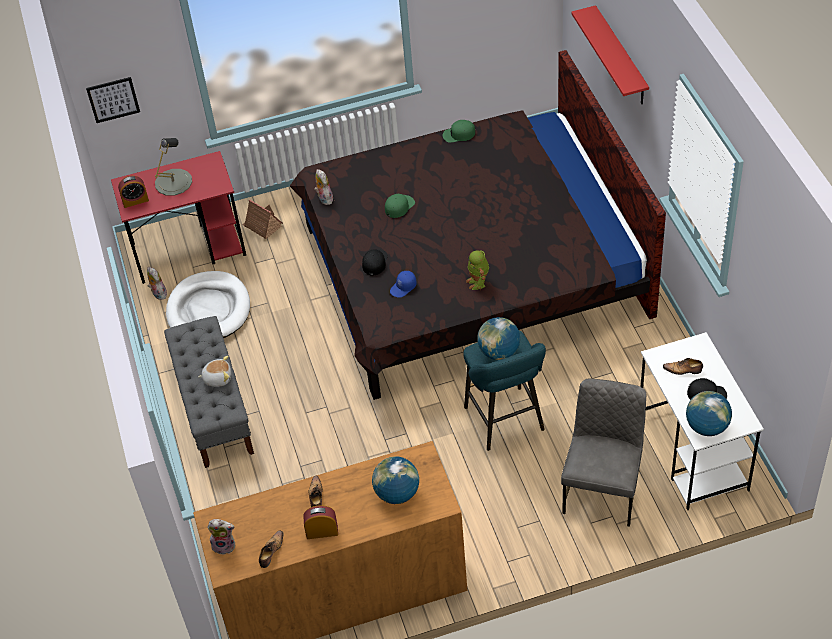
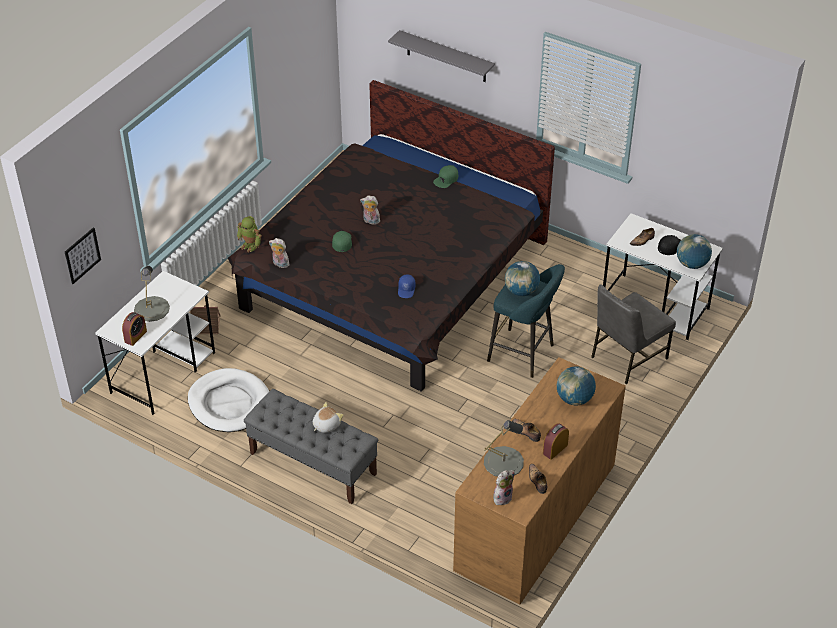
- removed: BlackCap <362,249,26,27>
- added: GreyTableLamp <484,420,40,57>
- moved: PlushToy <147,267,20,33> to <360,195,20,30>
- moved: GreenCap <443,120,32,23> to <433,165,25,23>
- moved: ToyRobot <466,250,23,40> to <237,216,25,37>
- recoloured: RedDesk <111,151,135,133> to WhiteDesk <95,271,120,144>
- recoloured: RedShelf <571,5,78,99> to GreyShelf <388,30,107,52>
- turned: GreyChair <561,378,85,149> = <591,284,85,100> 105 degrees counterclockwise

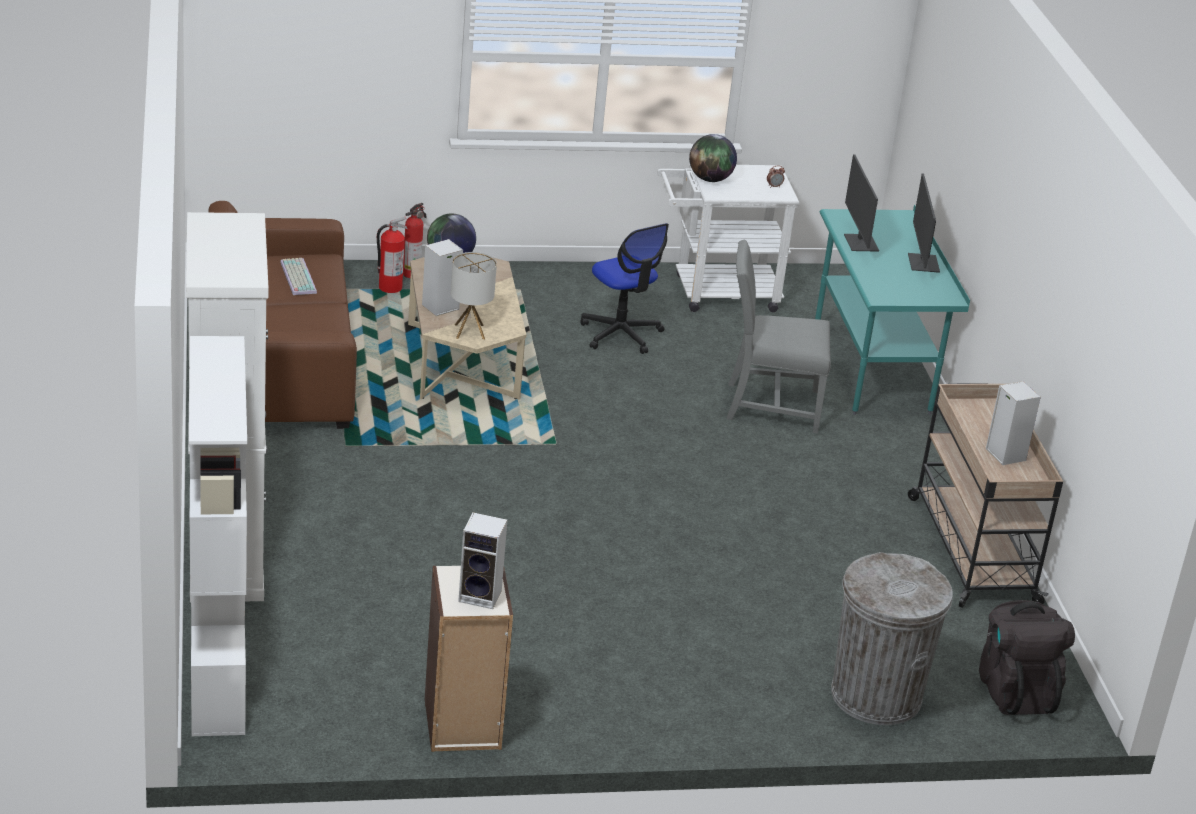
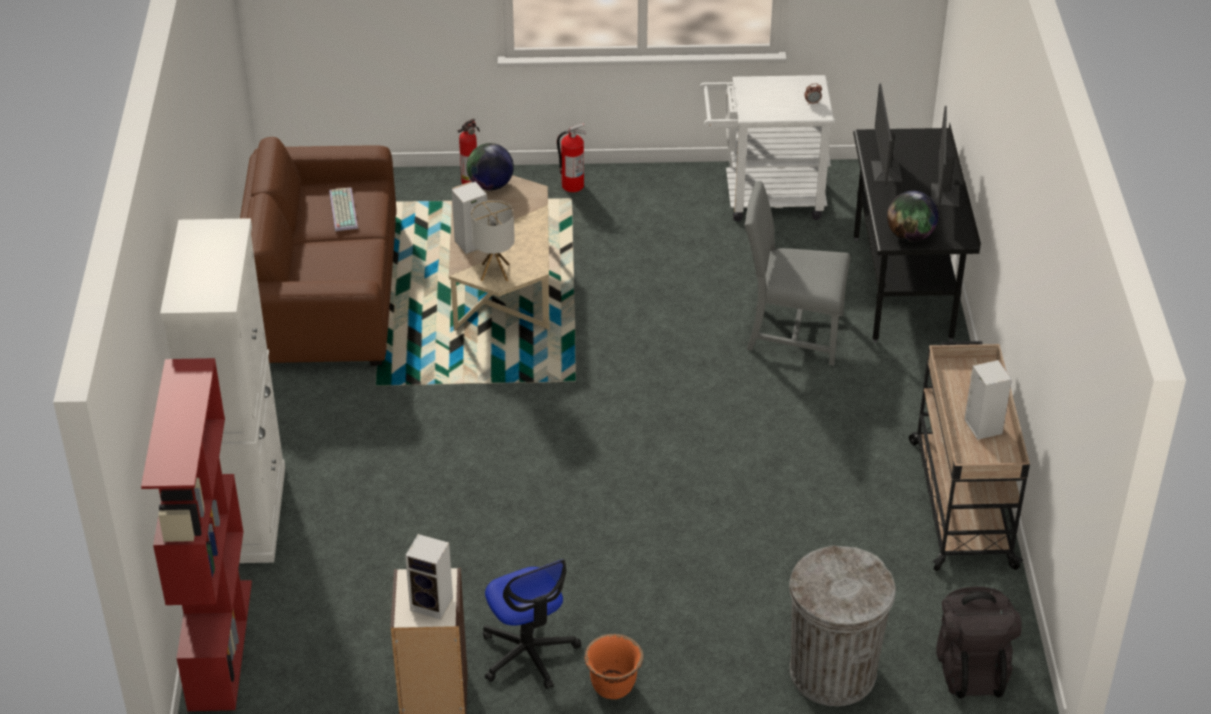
- added: OrangePlanter <585,634,58,65>
- moved: FireExtinguisher <377,217,31,76> to <557,123,29,69>
- moved: OfficeChair <580,223,89,131> to <483,559,98,130>
- moved: Globe <689,134,48,48> to <887,191,51,51>
- recoloured: WhiteBookcase <189,336,58,400> to RedBookcase <141,358,111,353>
- recoloured: TurquoiseDesk <815,204,155,211> to BlackDesk <853,123,128,220>

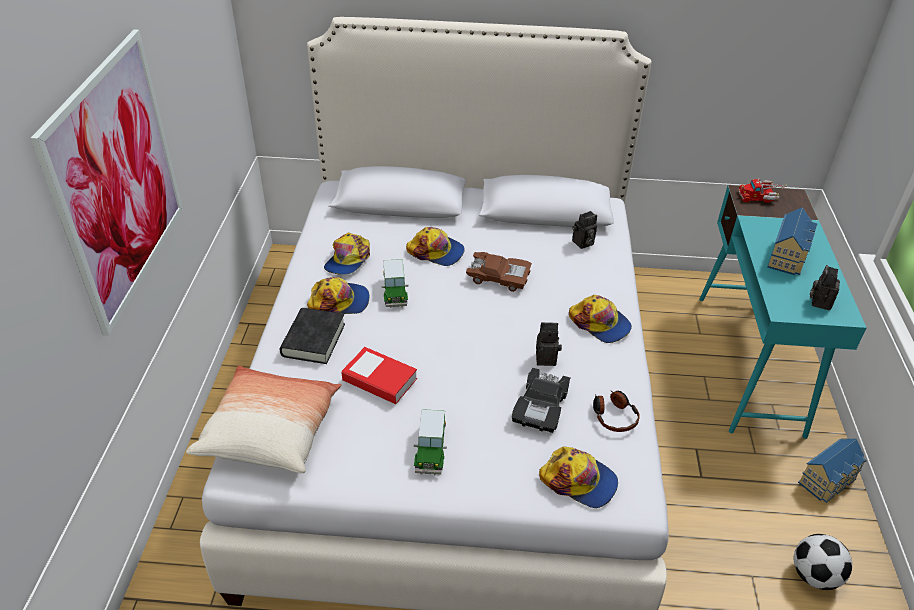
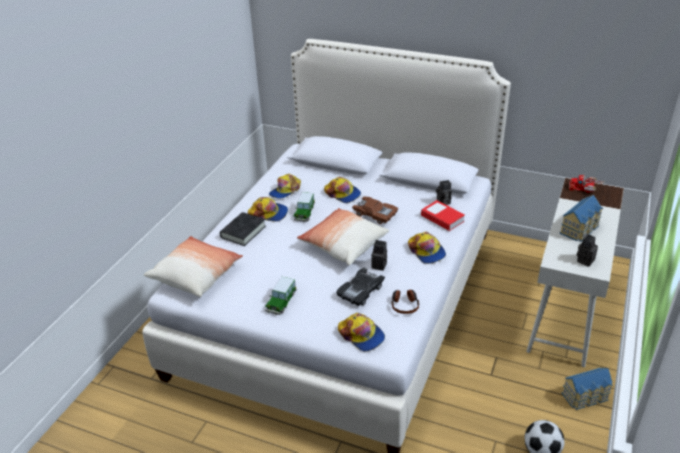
- removed: Picture <31,30,152,306>
- added: Pillow <297,208,92,57>
- moved: Book <341,347,76,57> to <421,200,44,31>
- recoloured: TurquoiseDesk <699,185,168,254> to WhiteDesk <526,178,98,189>

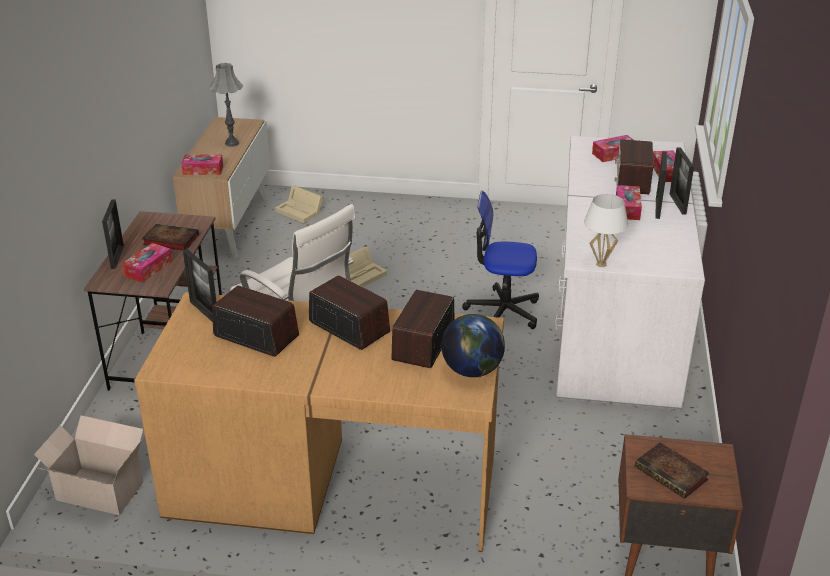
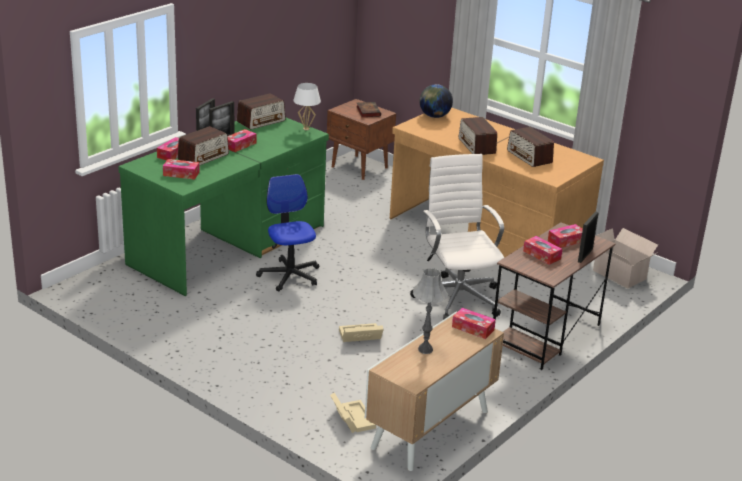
- removed: PictureFrame <183,249,33,73>
- moved: Radio <391,290,63,78> to <237,93,49,37>
- replaced: Book <142,224,57,27> to TissueBox <523,236,39,29>
- recoloured: WhiteDesk <555,136,150,273> to GreenDesk <118,117,211,179>
- turned: OfficeChair <462,191,77,138> = <256,174,63,117> 150 degrees counterclockwise

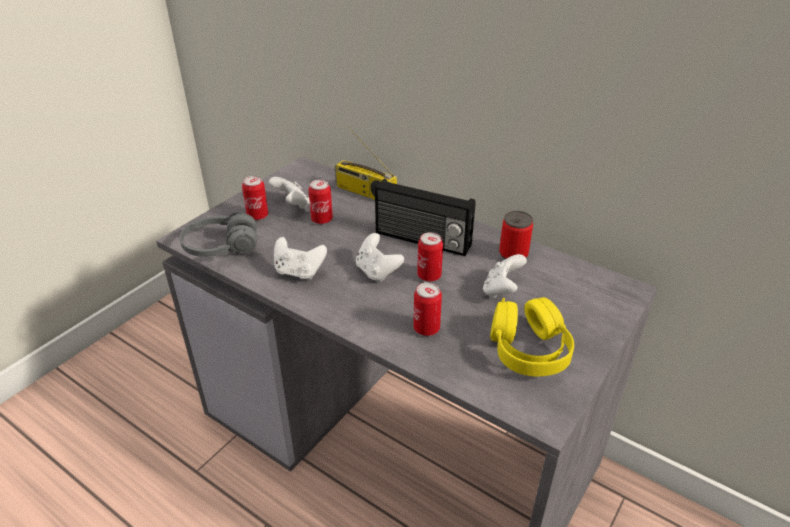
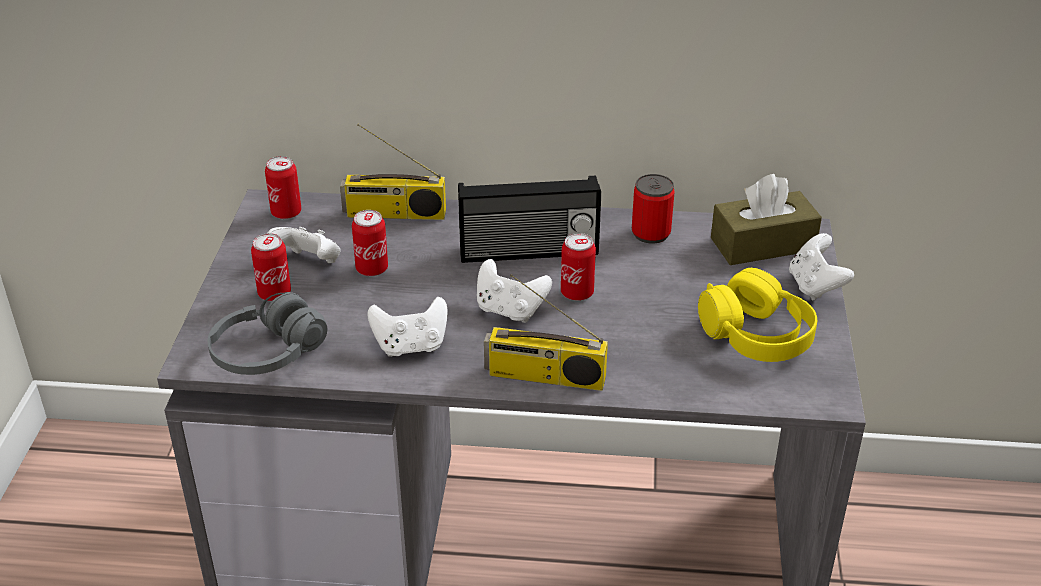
- added: Radio <484,274,124,117>
- added: BrownTissueBox <711,174,111,91>
- moved: Can <413,282,29,54> to <265,156,37,63>
- moved: WhiteGameController <483,254,44,45> to <789,233,65,67>

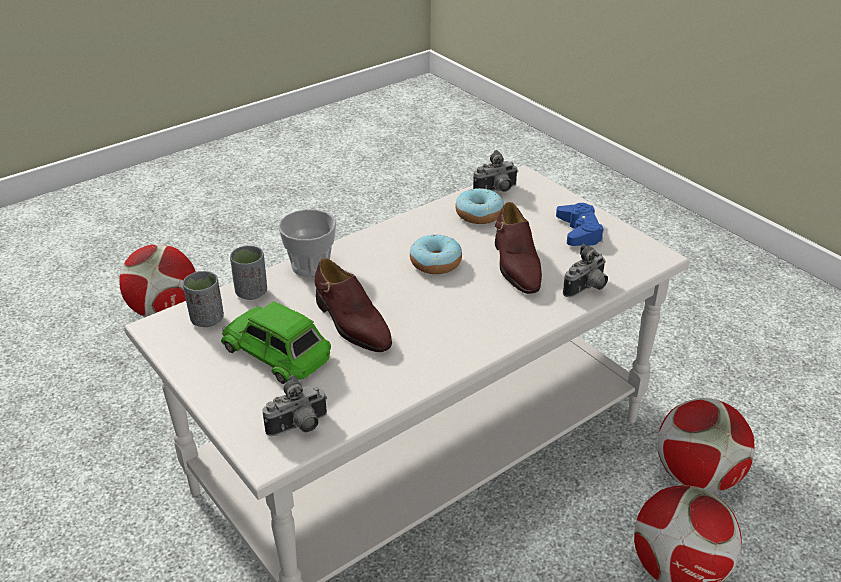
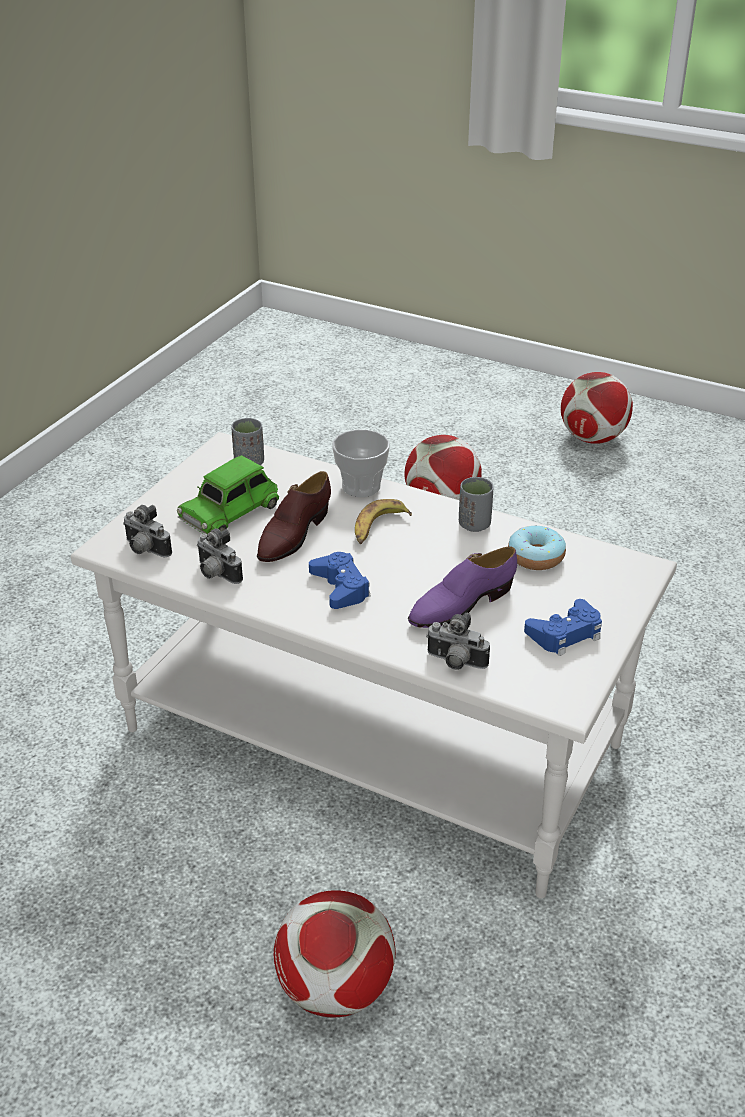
- removed: Donut <410,235,52,39>
- added: BlueGameController <309,552,61,57>
- added: Banana <355,499,57,45>
- moved: GreyCup <230,245,37,55> to <459,477,35,55>
- moved: PhotoCamera <473,150,45,42> to <197,528,46,56>
- moved: Football <657,398,98,95> to <561,372,72,72>
- recoloured: BrownShoe <495,202,47,92> to PurpleShoe <408,546,109,82>
- turned: GreenToyCar <221,301,110,83> = <177,455,102,79> 150 degrees counterclockwise

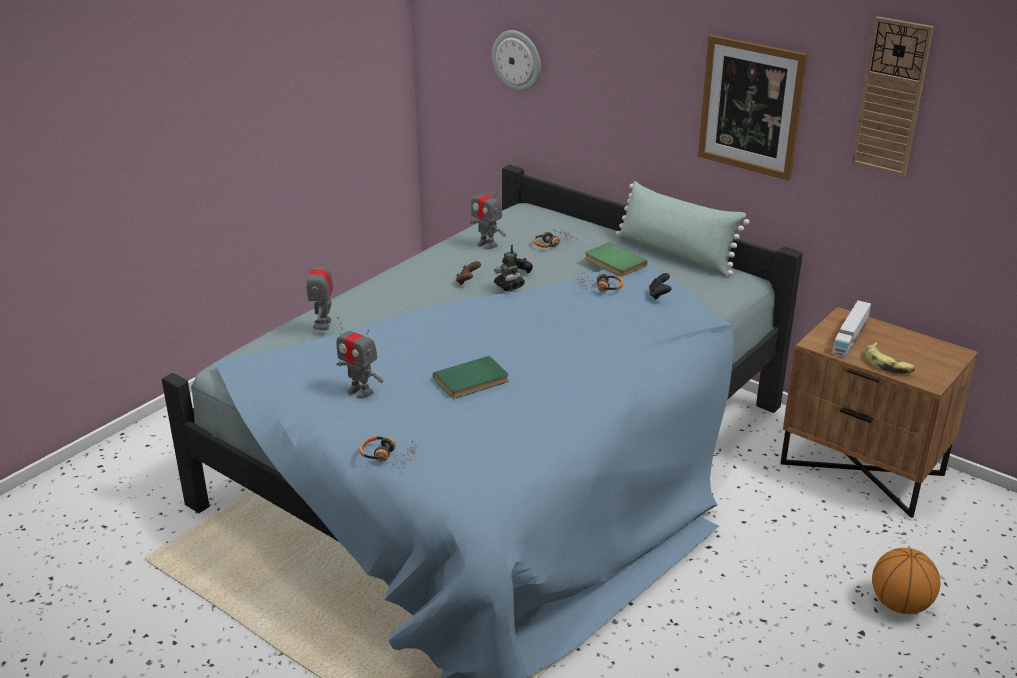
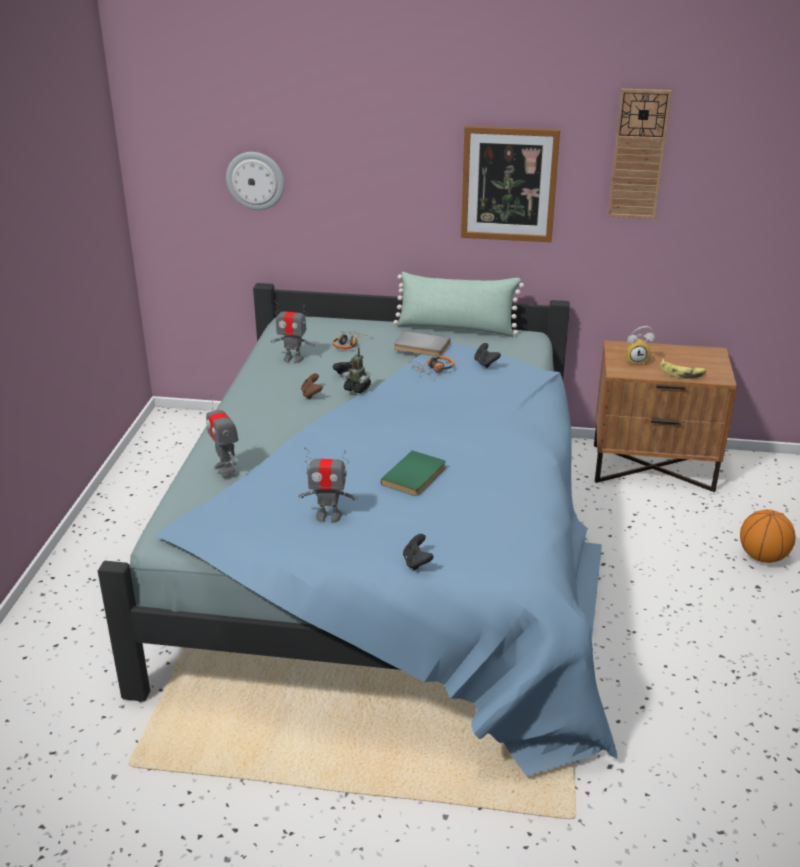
- replaced: Headphones <360,436,58,33> to BlackGameController <403,534,30,37>
- replaced: ToyTruck <833,300,38,57> to AlarmClock <626,326,29,39>
- recoloured: GreenBook <585,243,62,33> to GreyBook <394,331,57,25>

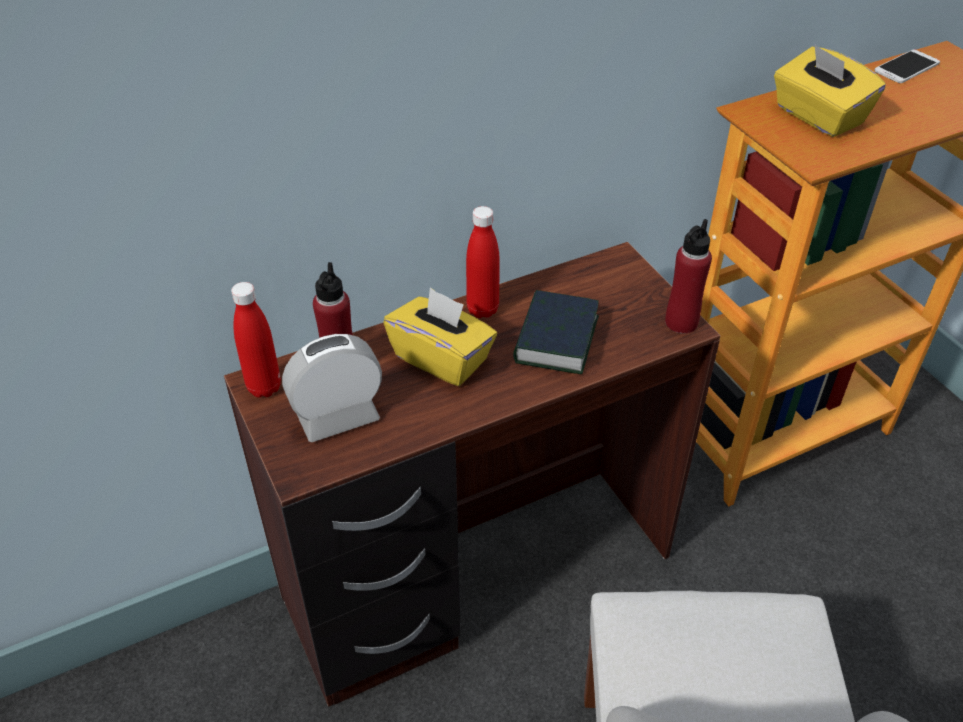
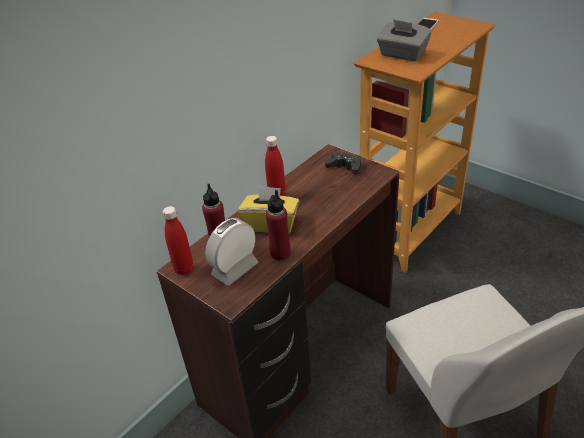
- removed: Book <513,290,86,84>
- added: BlackGameController <325,151,36,23>
- moved: RedBottle <665,219,47,115> to <266,190,25,71>
- recoloured: YellowTissueBox <774,44,112,93> to GreyTissueBox <377,19,55,42>

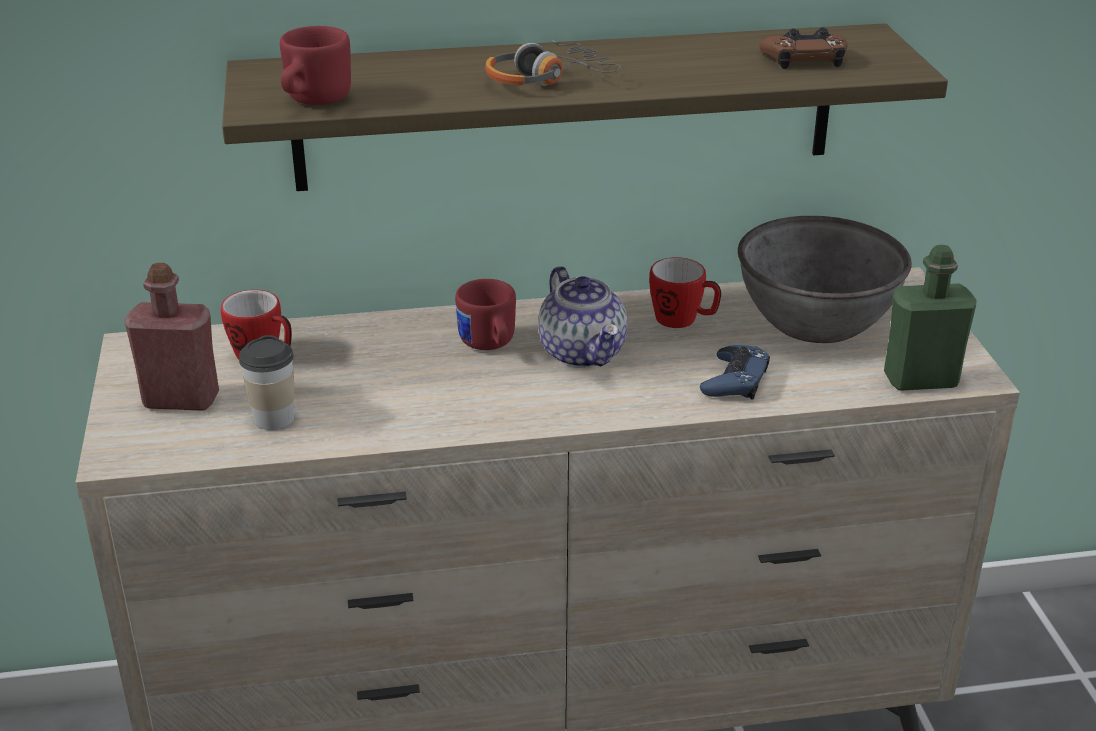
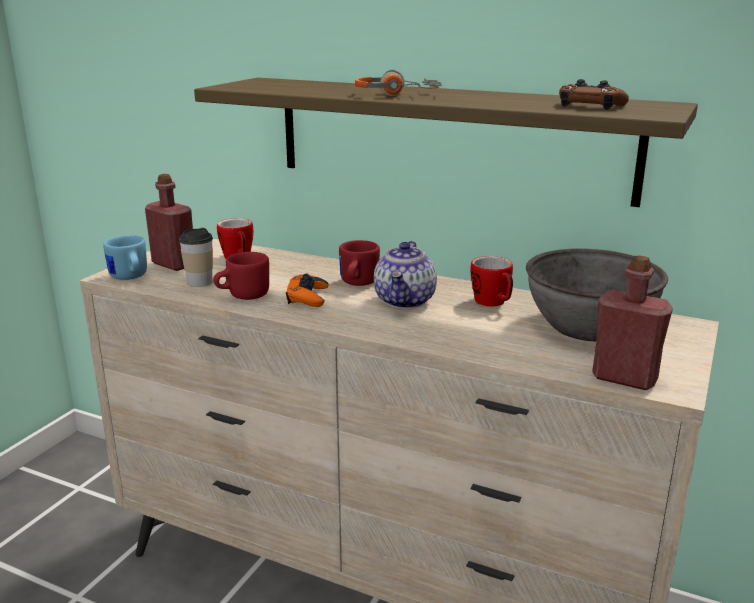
- removed: BlueGameController <700,345,70,55>
- added: BlueMug <103,235,44,45>
- added: OrangeGameController <286,274,42,33>
- moved: RedMug <280,26,71,79> to <213,252,56,48>
- recoloured: GreenBottle <884,245,93,146> to RedBottle <592,256,81,134>

